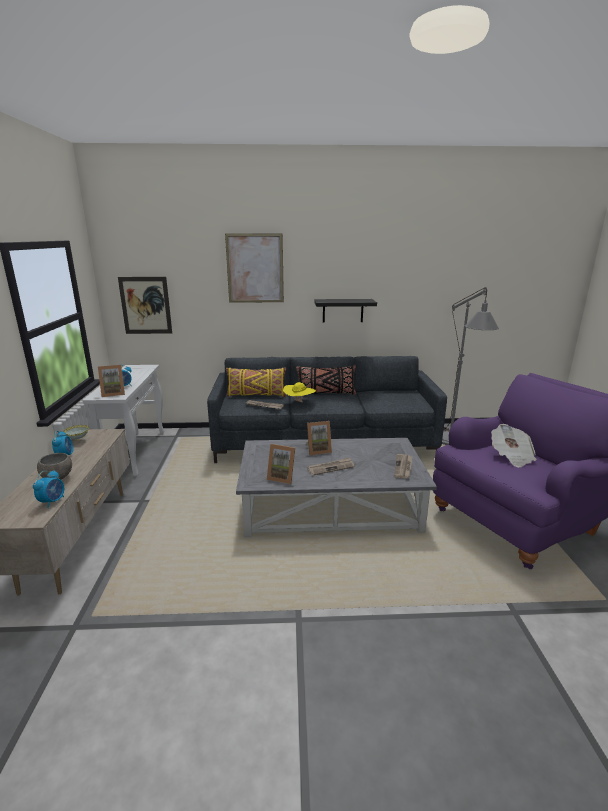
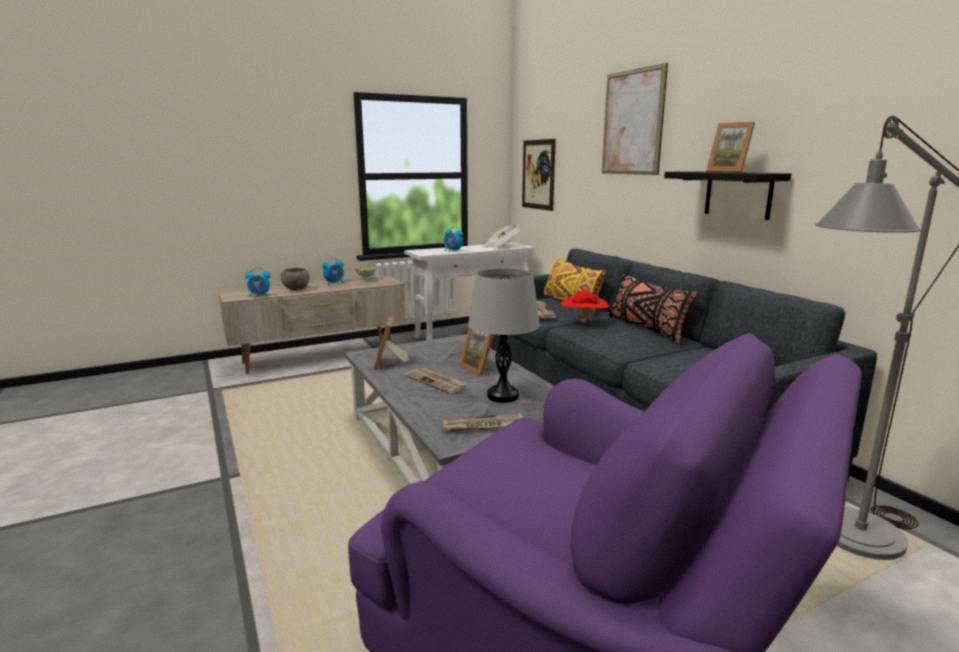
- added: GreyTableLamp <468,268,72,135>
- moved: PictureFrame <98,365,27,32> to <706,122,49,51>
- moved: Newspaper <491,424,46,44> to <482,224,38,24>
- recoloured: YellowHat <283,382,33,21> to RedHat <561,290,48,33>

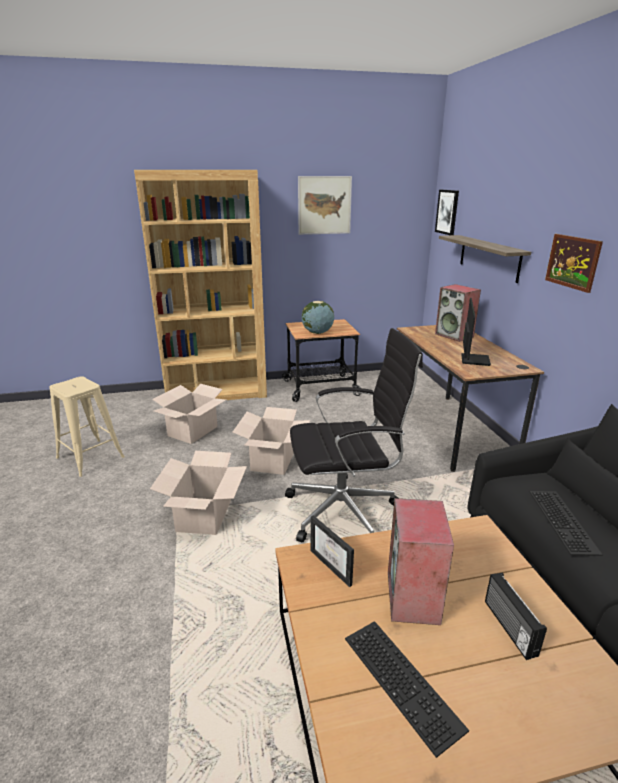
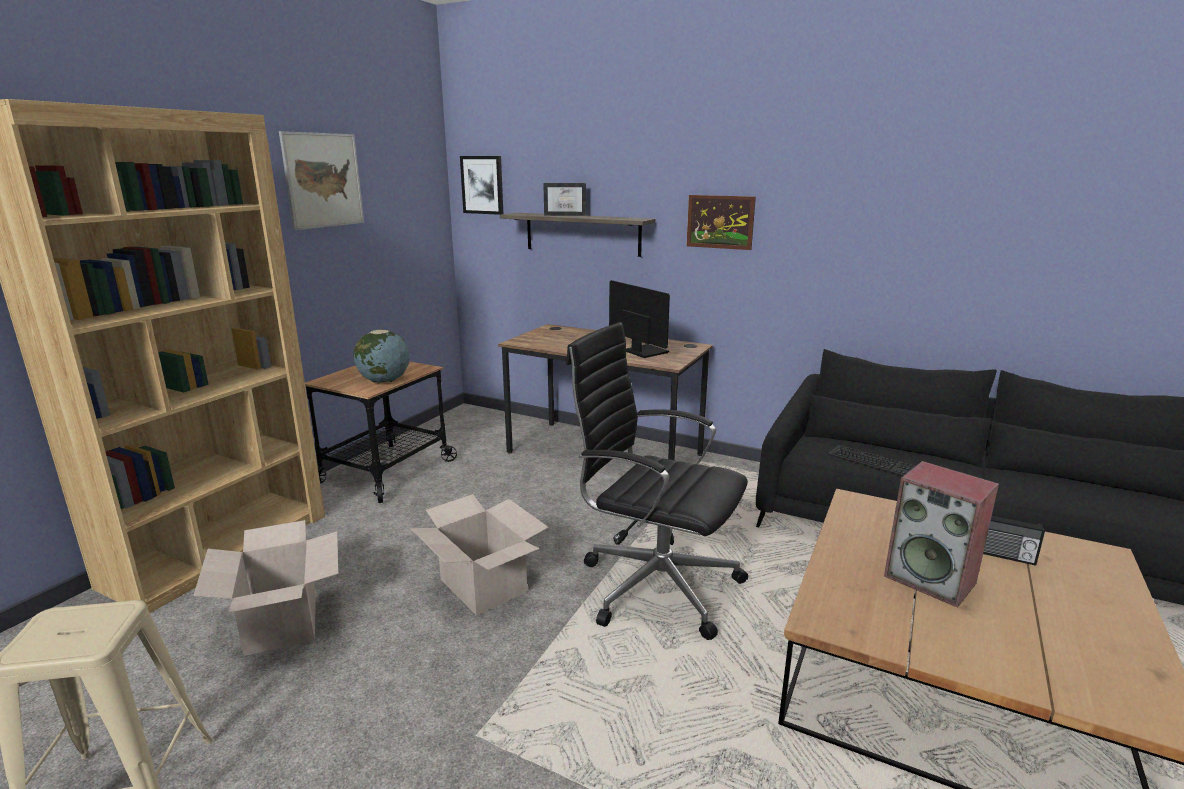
- removed: CardboardBox <150,451,97,84>
- removed: Keyboard <345,621,124,137>
- removed: Speaker <435,284,46,58>
- moved: PictureFrame <311,515,43,72> to <543,183,43,33>
- turned: BlackOfficeChair <285,328,138,215> = <566,322,182,318> 90 degrees counterclockwise

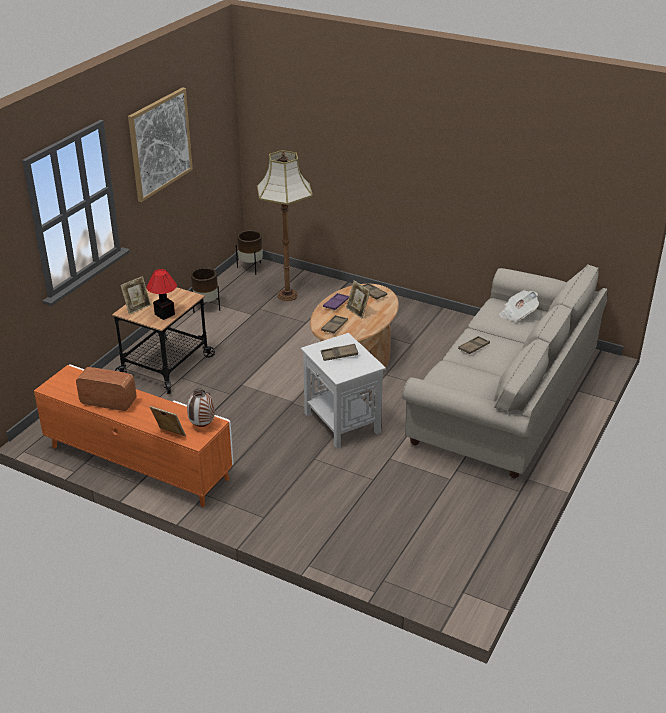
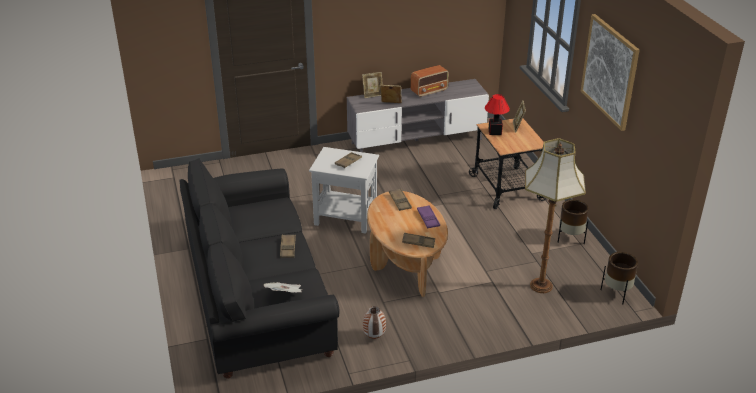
- moved: Vase <187,389,28,38> to <363,306,23,33>
- moved: PictureFrame <346,281,24,38> to <380,85,22,18>
- recoloured: OrangeTvStand <34,364,200,143> to GreyTvStand <347,79,142,73>
- recoloured: BeigeSofa <402,264,205,214> to BlackSofa <179,158,161,221>

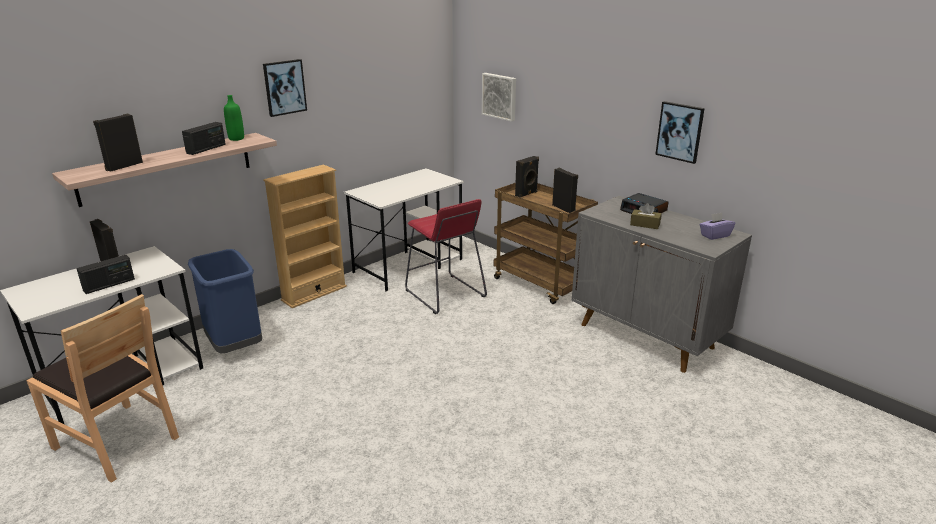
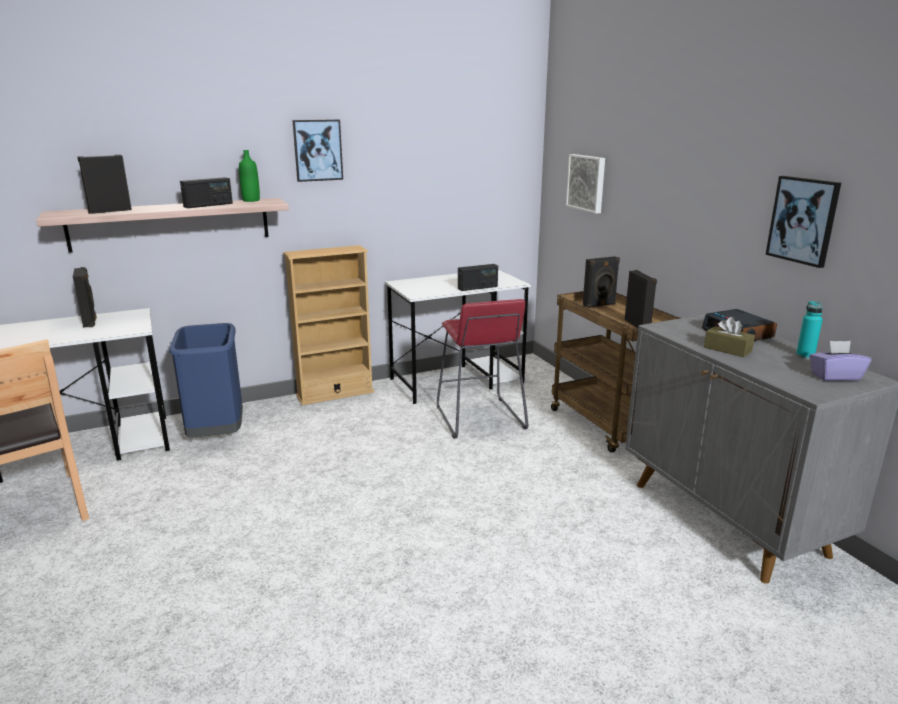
- added: TurquoiseBottle <796,301,27,58>
- moved: Radio <76,255,59,39> to <458,264,40,27>

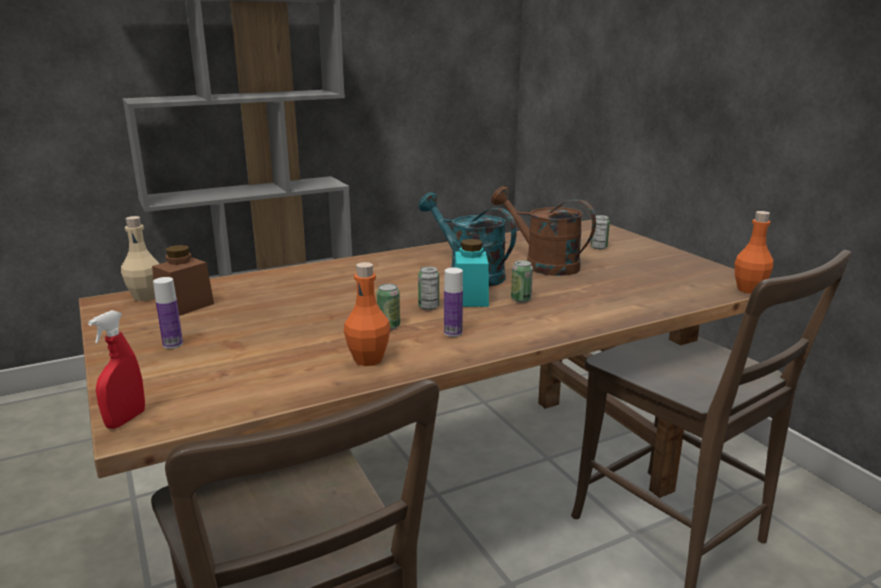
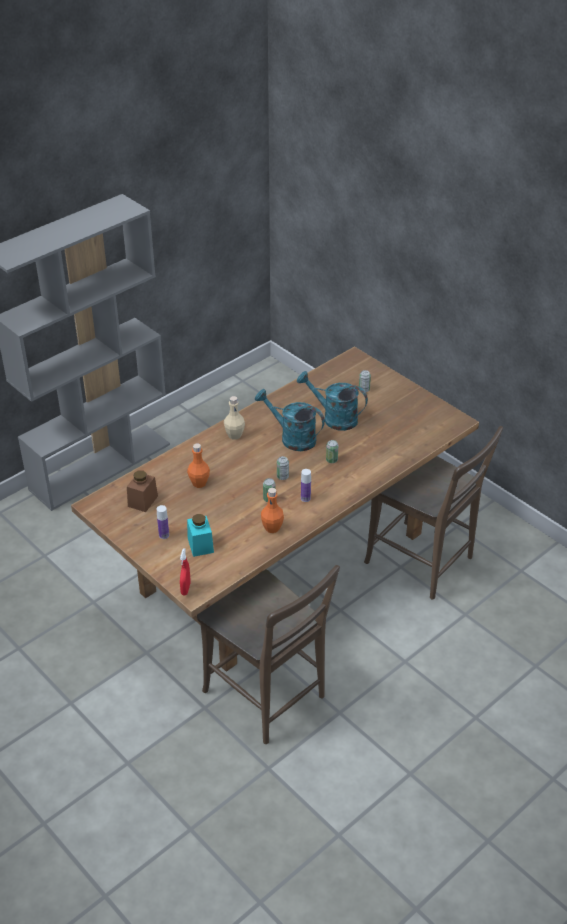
- moved: BeigeBottle <121,216,39,85> to <224,396,21,44>
- moved: TurquoiseJar <455,239,34,68> to <187,514,27,43>
- moved: OrangeBottle <734,211,40,83> to <187,444,23,44>
- recoloured: BrownWateringCan <491,186,105,90> to TurquoiseWateringCan <297,371,71,60>

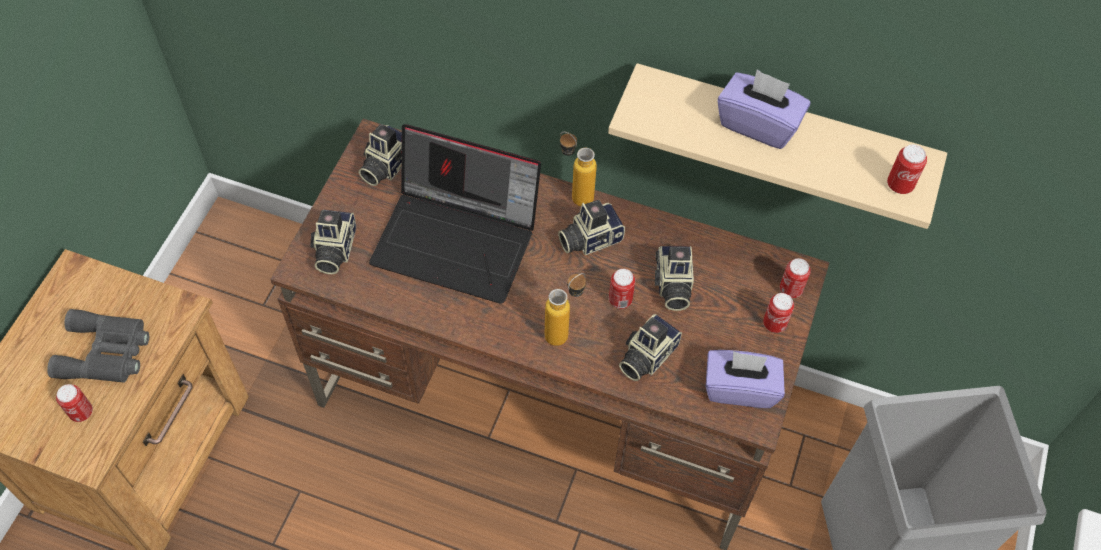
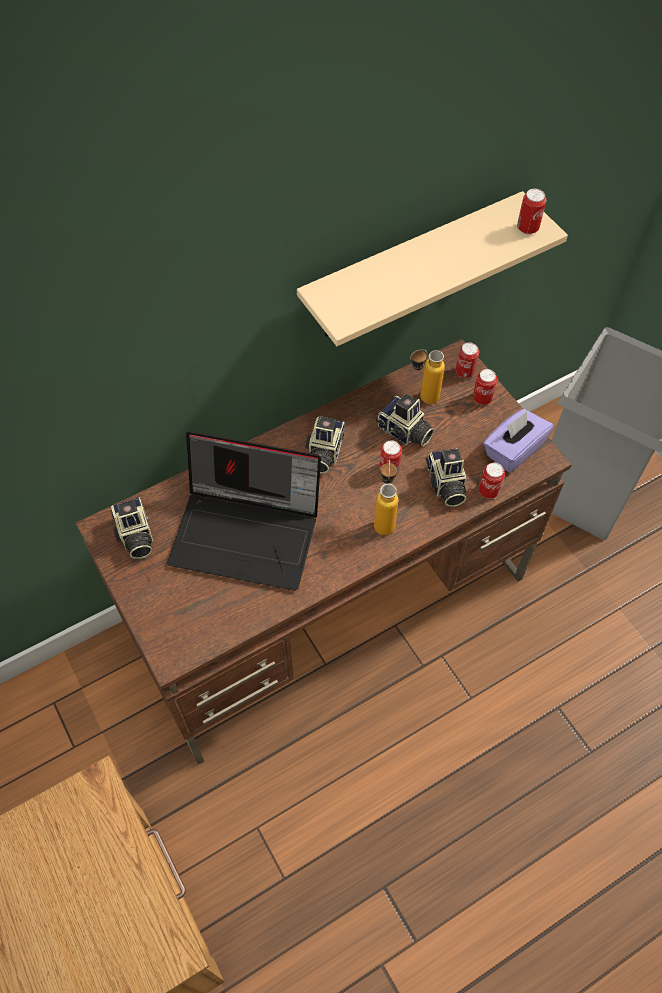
- removed: GreyBinoculars <47,309,102,74>
- removed: PhotoCamera <310,209,46,65>
- removed: PurpleTissueBox <717,69,93,80>
- moved: Can <56,384,37,38> to <479,463,26,36>
- moved: Bottle <560,132,37,74> to <410,349,35,55>
- turned: Laptop <369,124,172,180> = <167,431,154,160> 45 degrees clockwise

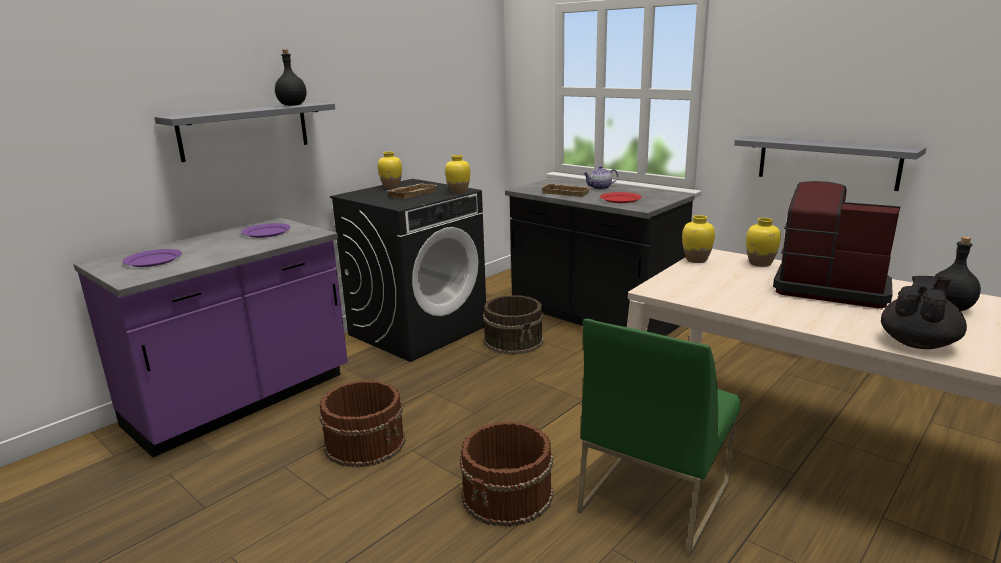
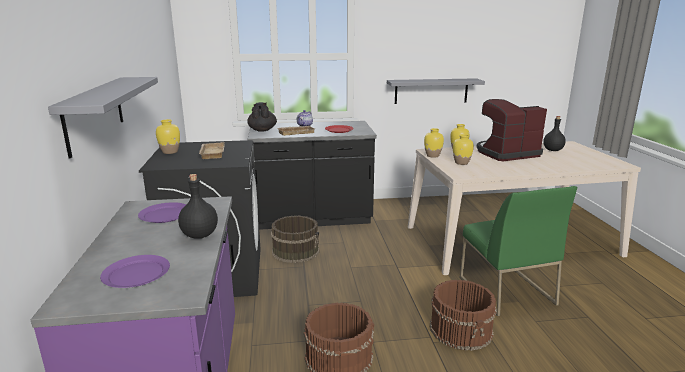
- moved: BlackBottle <275,49,31,57> to <178,174,40,65>
- moved: YellowVase <445,155,25,39> to <453,134,21,31>
- moved: BlackTeapot <881,276,86,73> to <247,102,30,30>

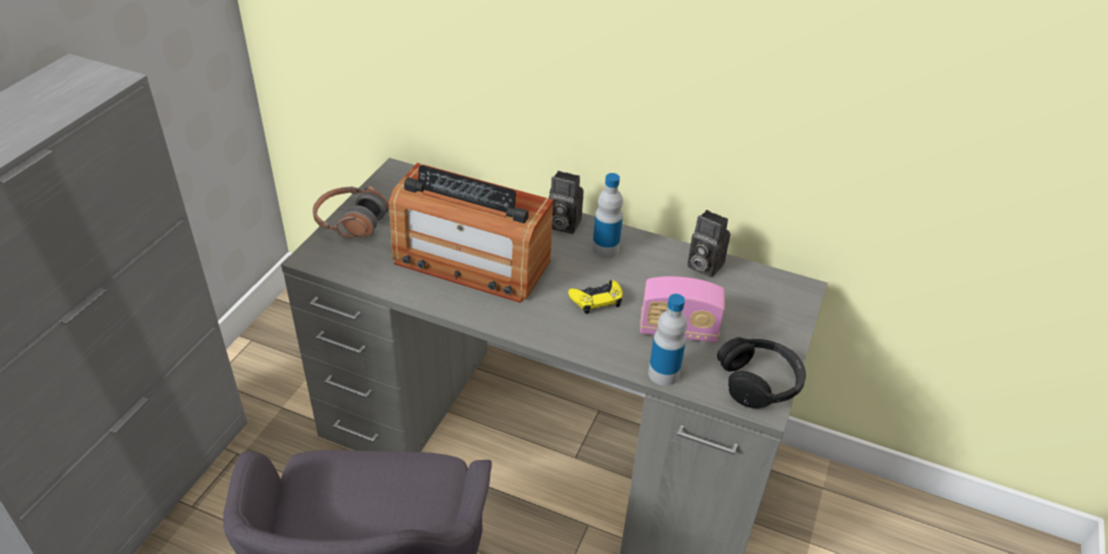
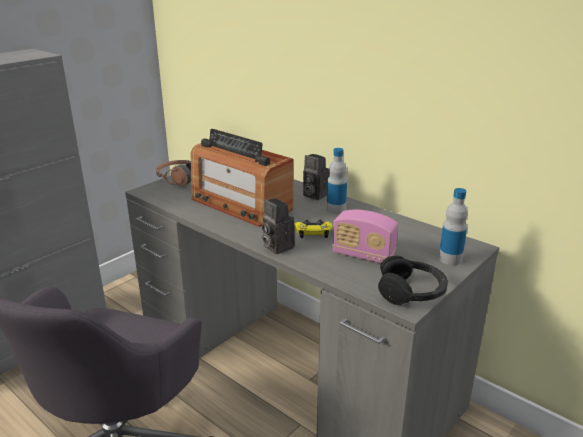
- moved: Bottle <648,294,39,92> to <439,188,29,77>
- moved: PhotoCamera <687,210,43,67> to <262,198,33,56>

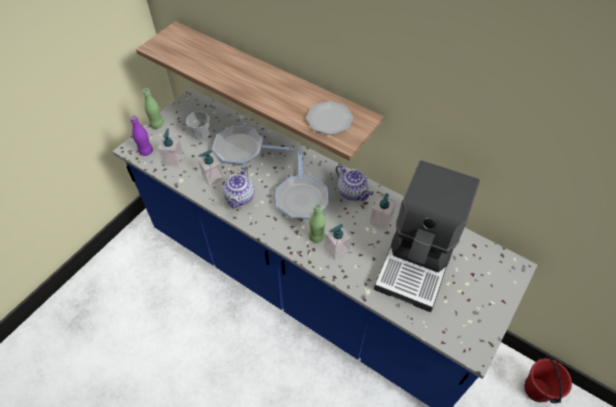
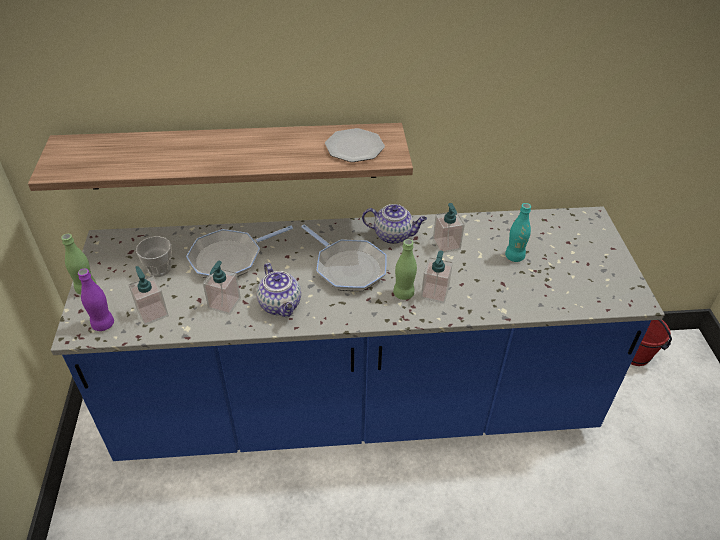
- replaced: CoffeeMachine <374,160,106,152> to TurquoiseBottle <505,203,26,59>

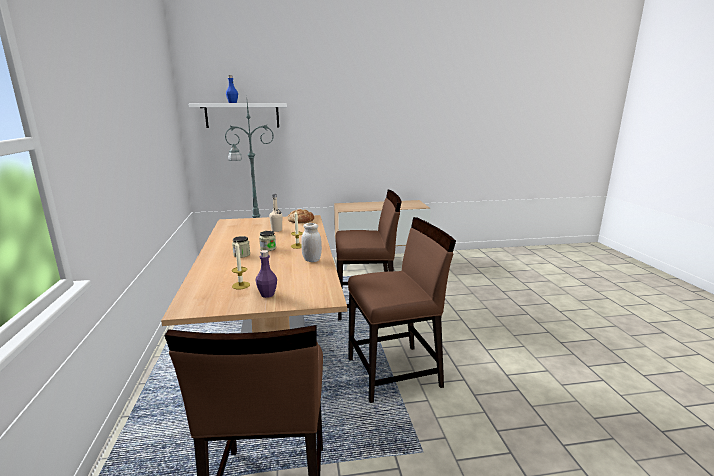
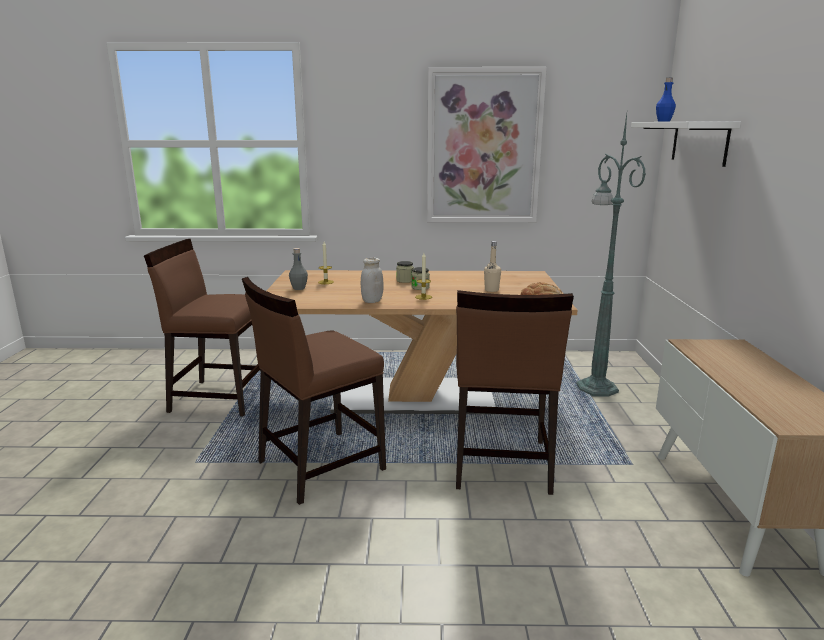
- added: Picture <427,67,120,155>
- recoloured: PurpleBottle <256,250,21,48> to GreyBottle <289,248,19,42>
- turned: BrownChair <348,217,108,186> = <242,277,144,228> 60 degrees clockwise

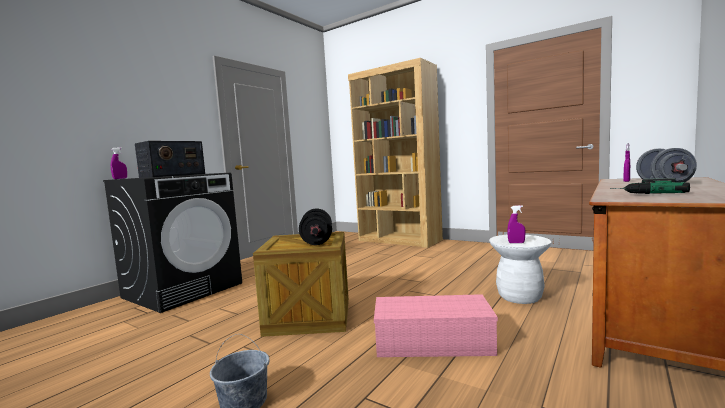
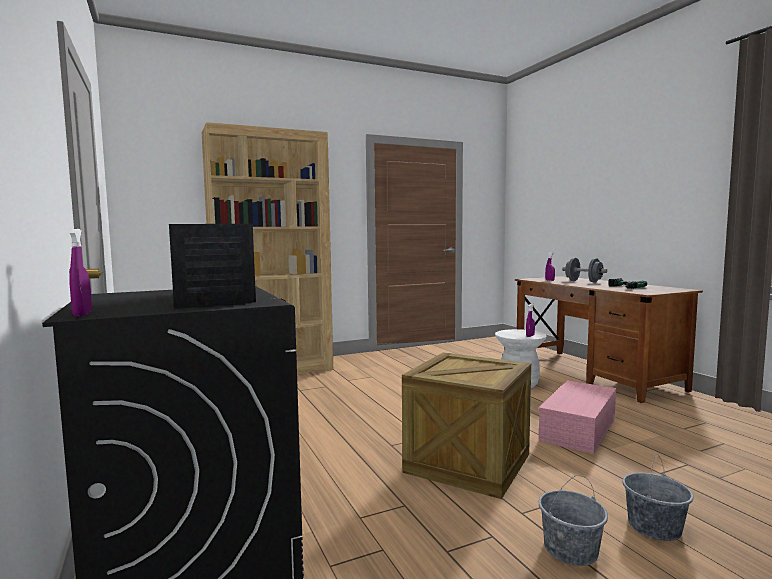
- removed: BlackDumbbell <299,209,33,36>
- added: GreyBucket <539,475,69,91>

